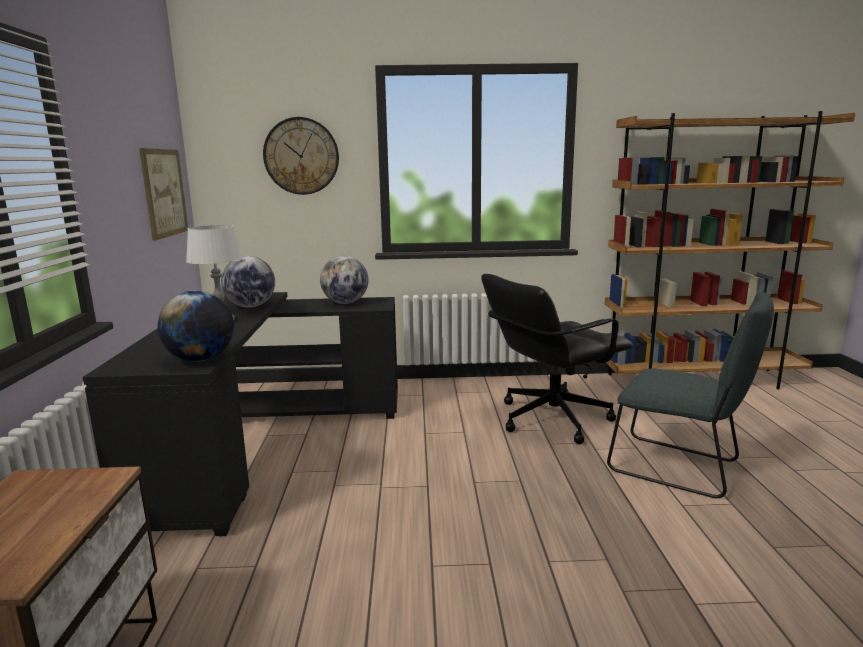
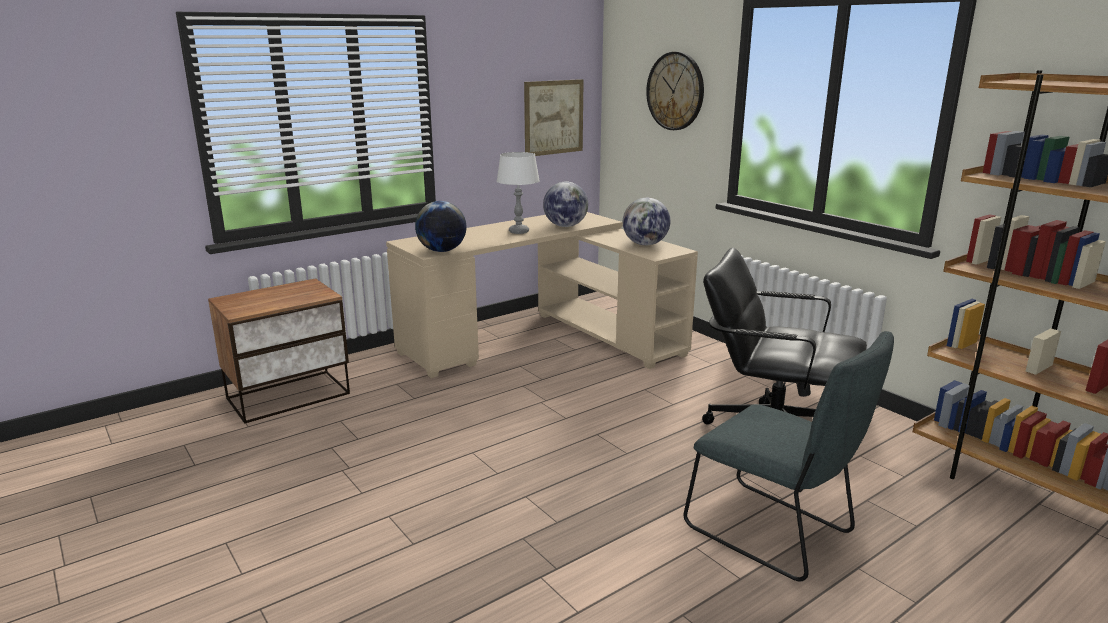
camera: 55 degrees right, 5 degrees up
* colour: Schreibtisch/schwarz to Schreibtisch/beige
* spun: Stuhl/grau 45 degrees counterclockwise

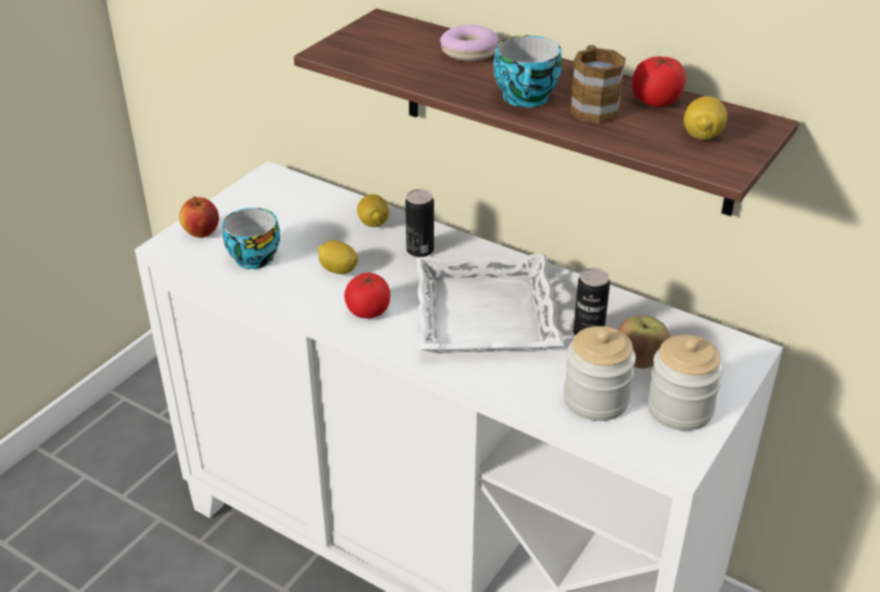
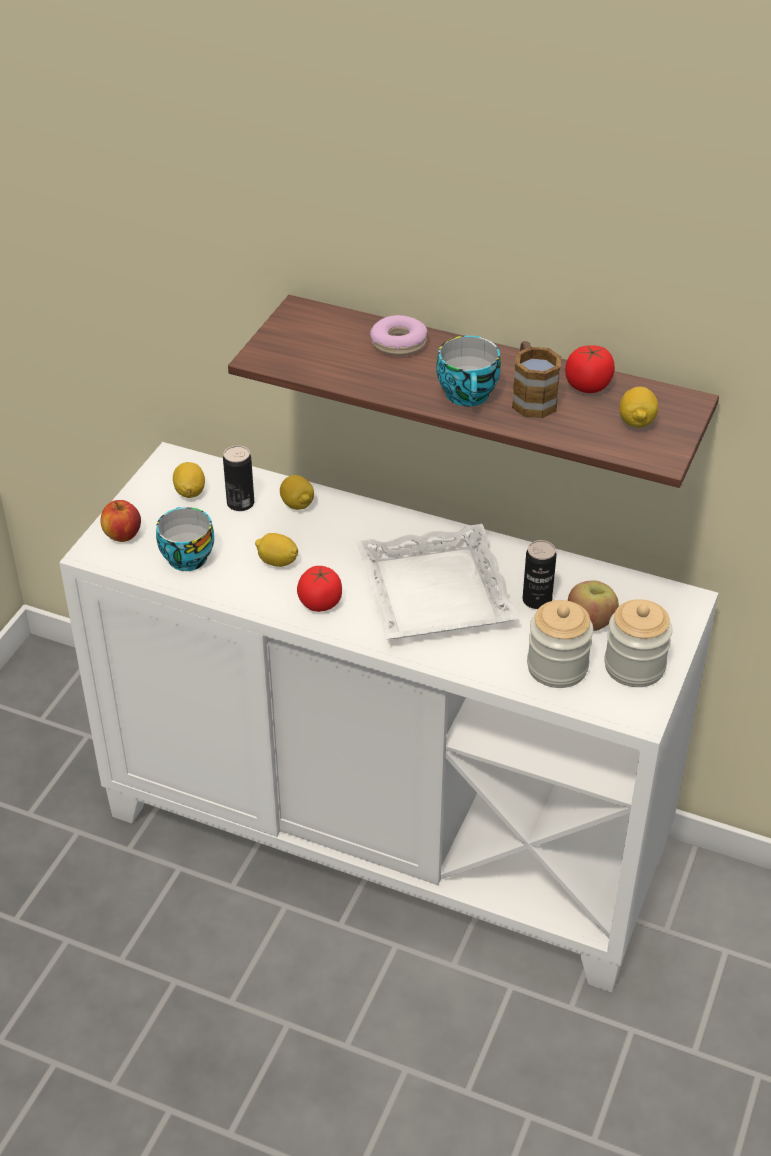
camera: 10 degrees left, 5 degrees up
* relocated: Dose (no. 1 from left)
* appeared: Zitrone (no. 1 from left)

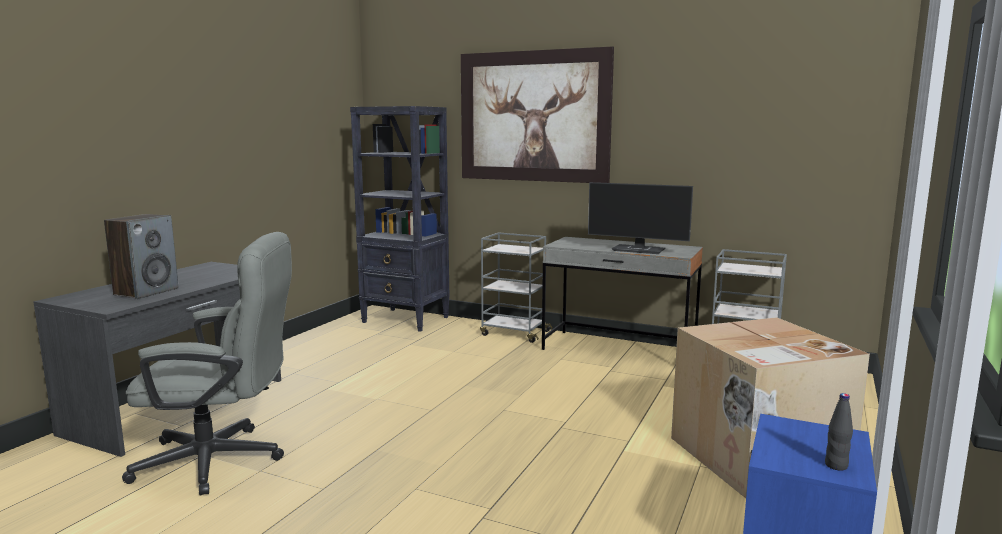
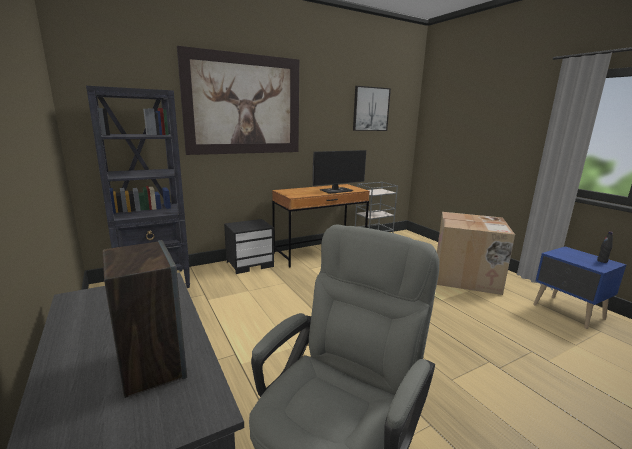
camera: 55 degrees left, 5 degrees up
* exchanged: Rollwagen/grau (no. 1 from left) to Nachttisch/schwarz
* colour: Schreibtisch/grau (no. 2 from left) to Schreibtisch/braun
* appeared: Bild (no. 2 from left)

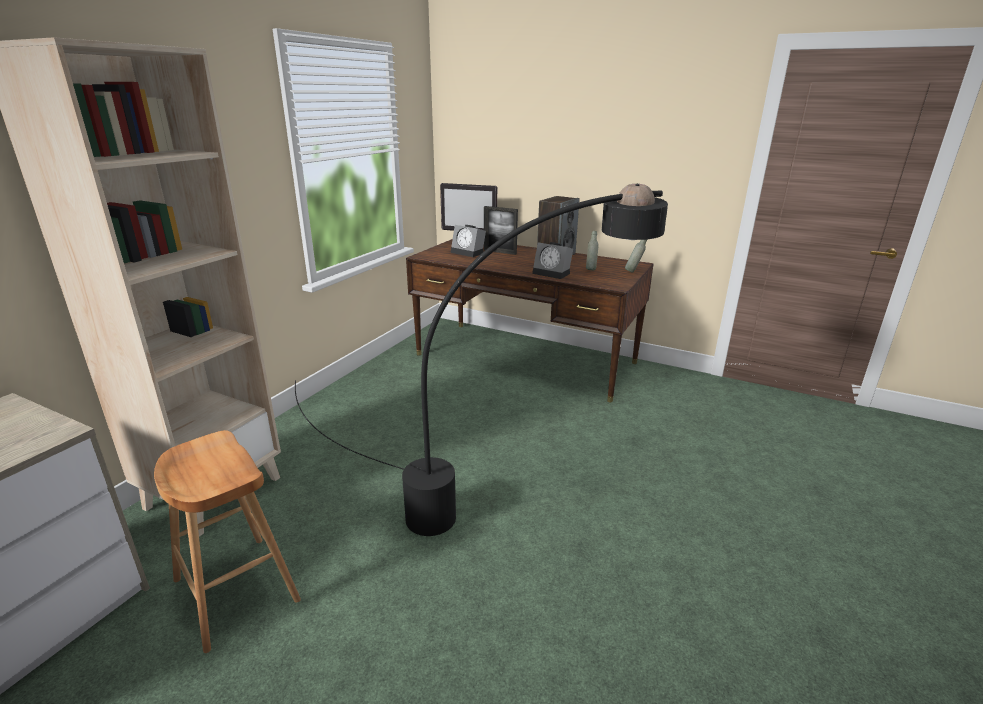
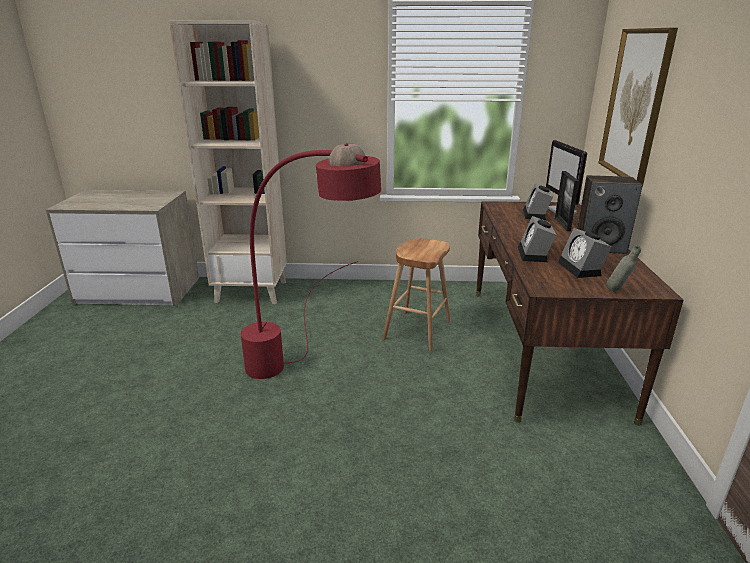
camera: 65 degrees right, 0 degrees up
* relocated: Hocker/braun
* colour: Stehlampe/schwarz to Stehlampe/rot
* exchanged: Flasche/grau (no. 1 from left) to Wecker (no. 3 from left)
* appeared: Bild

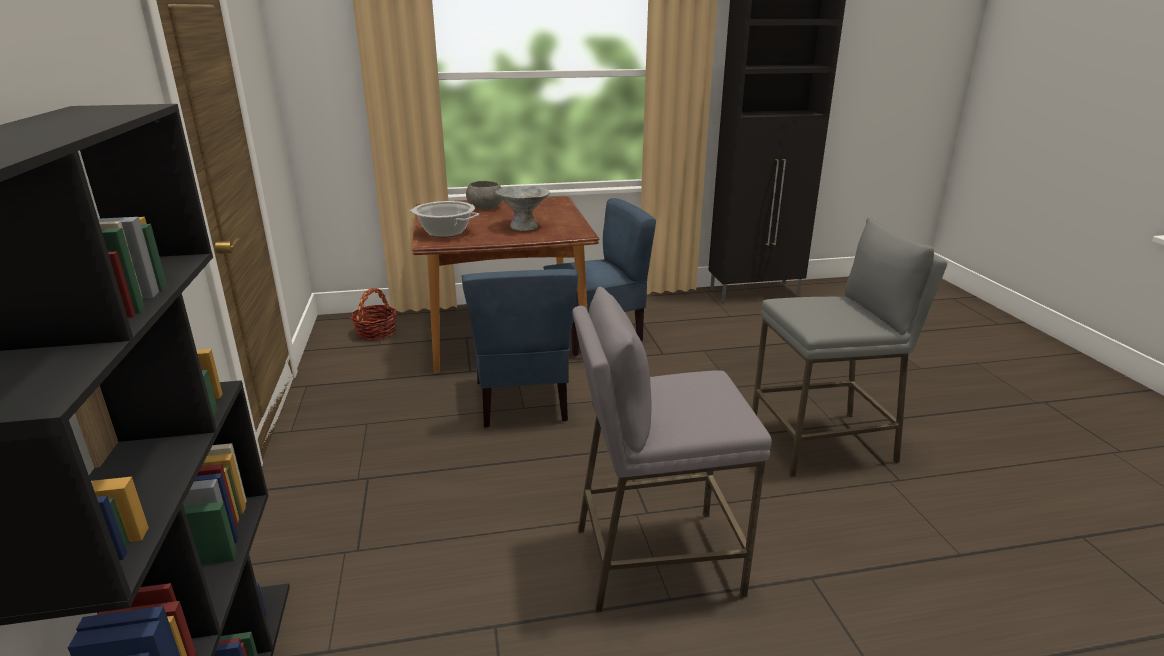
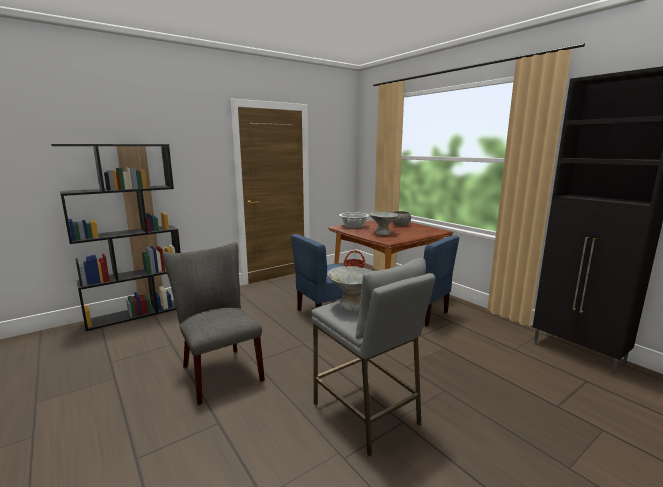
camera: 65 degrees right, 10 degrees down
* exchanged: Hocker/grau (no. 1 from left) to Stuhl/grau
* appeared: Schüssel/grau (no. 1 from left)

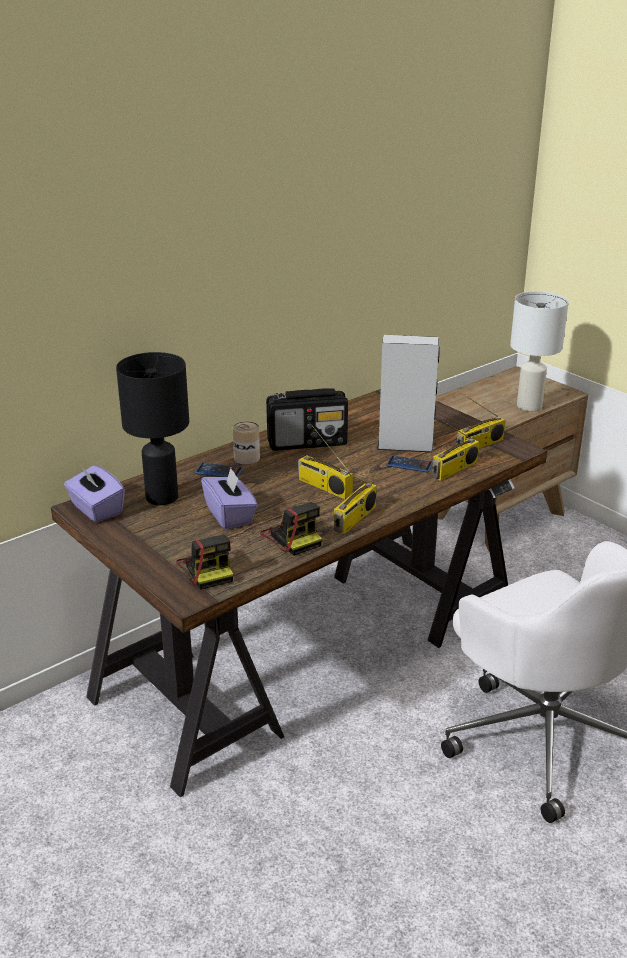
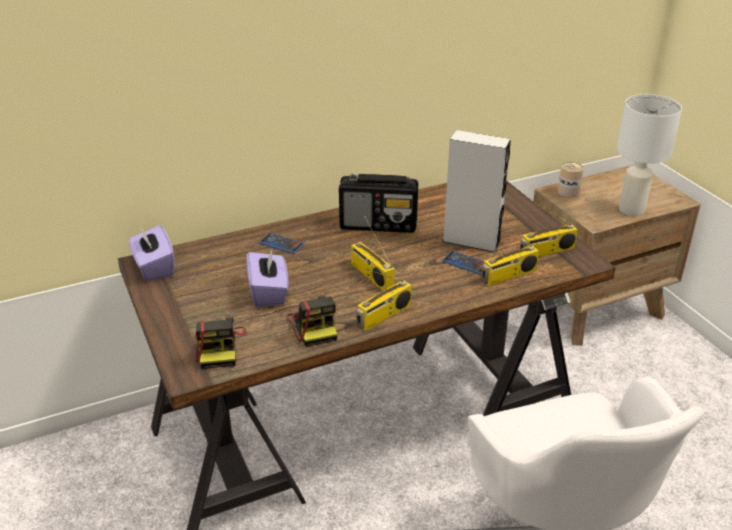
camera: 15 degrees right, 5 degrees up
* missing: Tischlampe/schwarz
* relocated: Dose

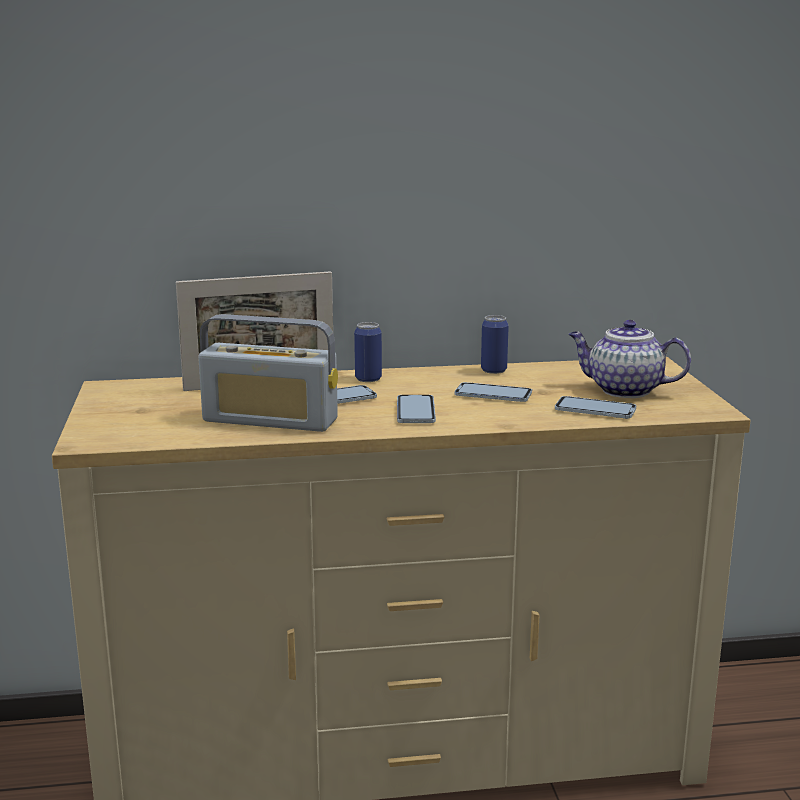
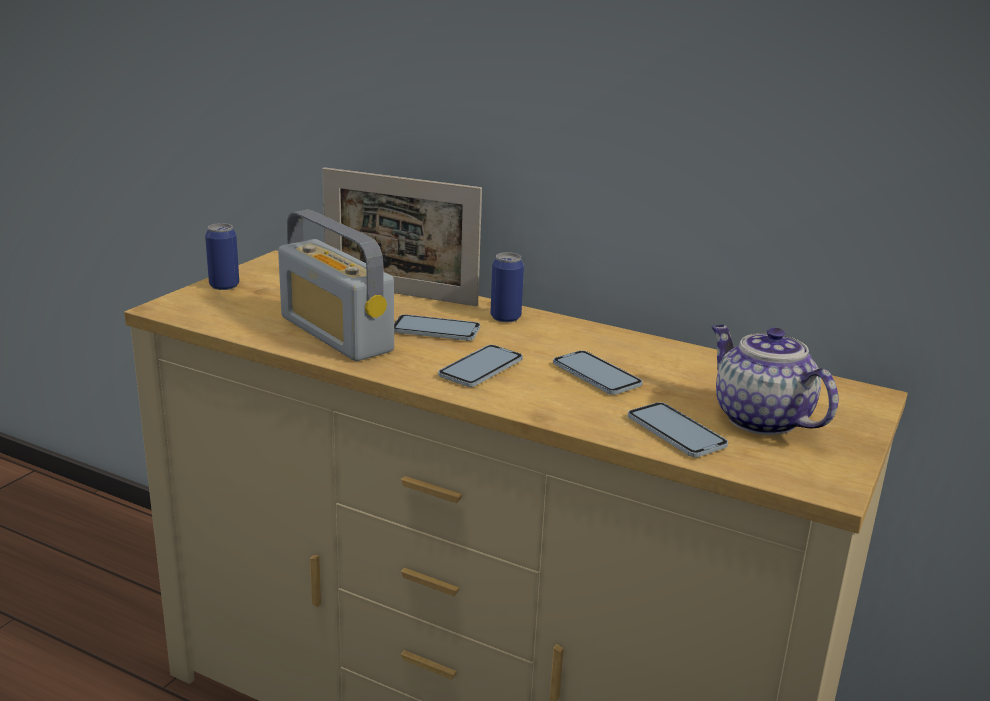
camera: 35 degrees right, 5 degrees up
* relocated: Dose (no. 2 from left in the first image) to Dose (no. 1 from left)

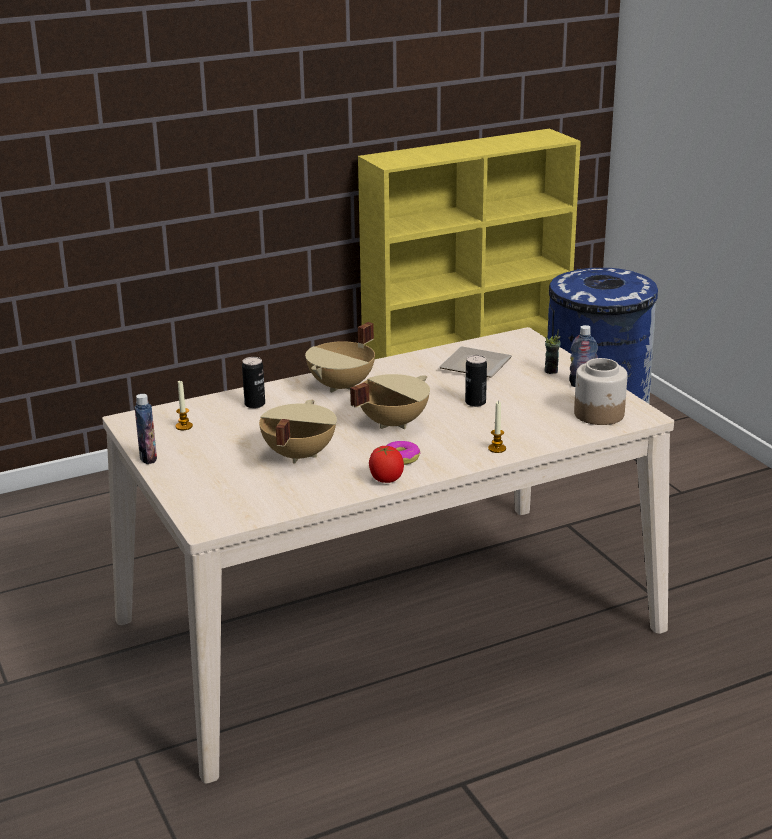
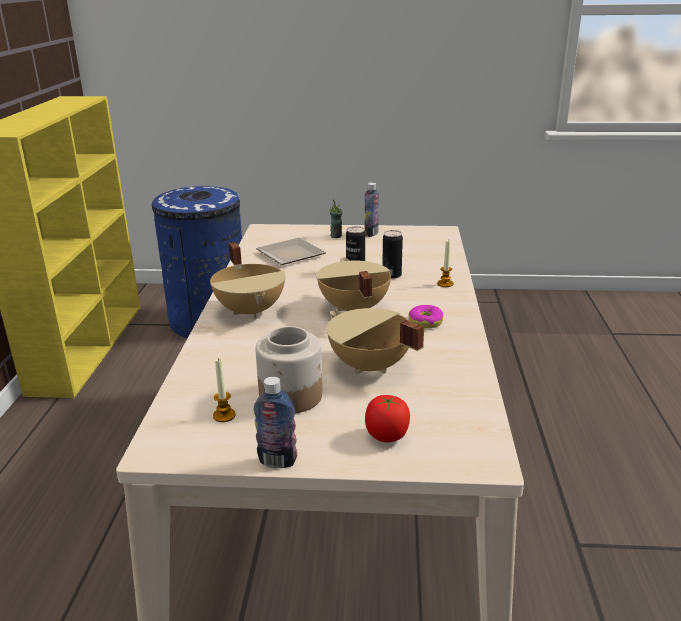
camera: 60 degrees left, 0 degrees up
* relocated: Dose (no. 1 from left in the first image) to Dose (no. 2 from left)
* relocated: Tomate
* relocated: Vorratsglas

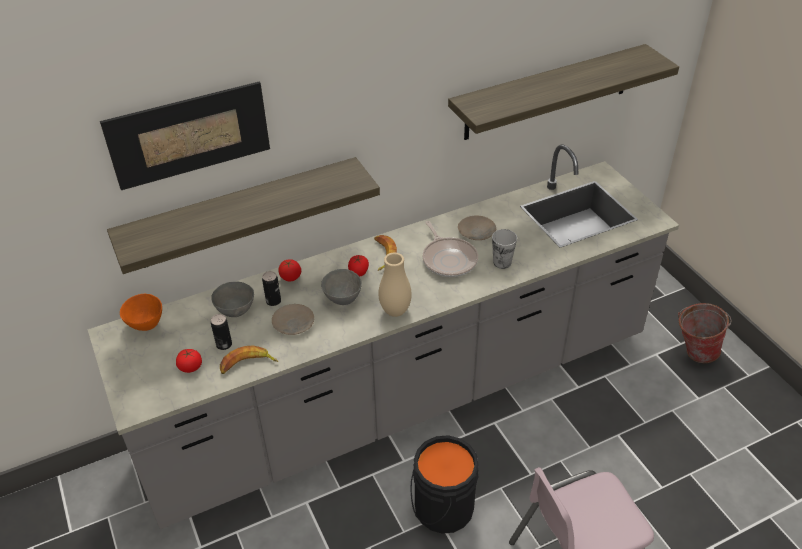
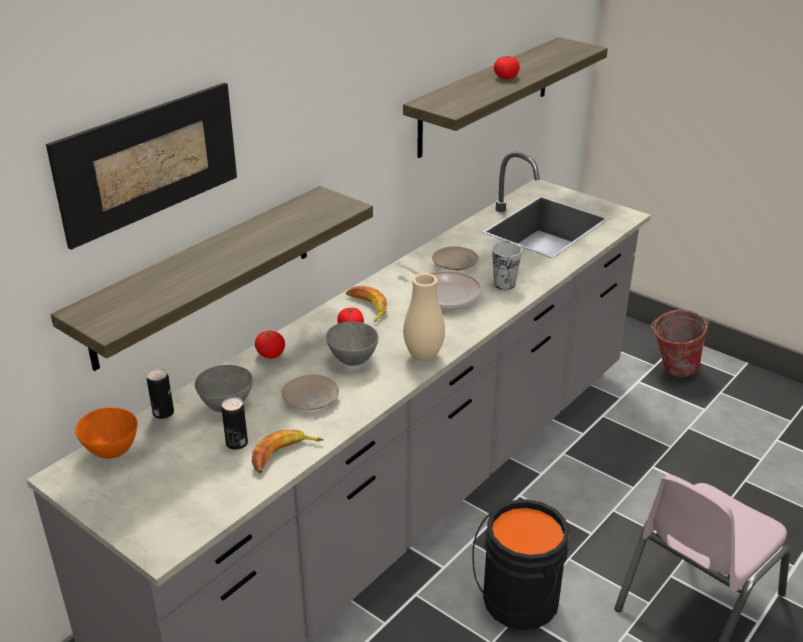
camera: 25 degrees left, 10 degrees down
* relocated: Tomate (no. 1 from left in the first image) to Tomate (no. 3 from left)
* relocated: Dose (no. 2 from left in the first image) to Dose (no. 1 from left)

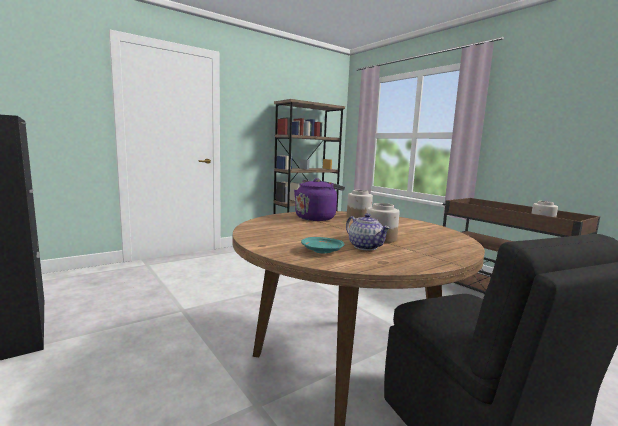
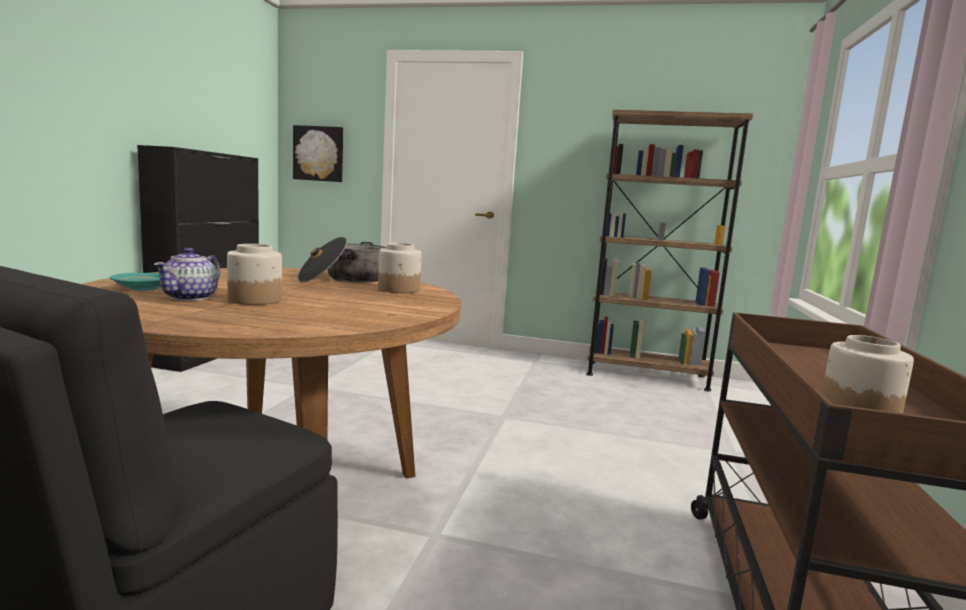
camera: 50 degrees right, 0 degrees up
* exchanged: Wasserkessel/lila to Kochtopf
* appeared: Bild

